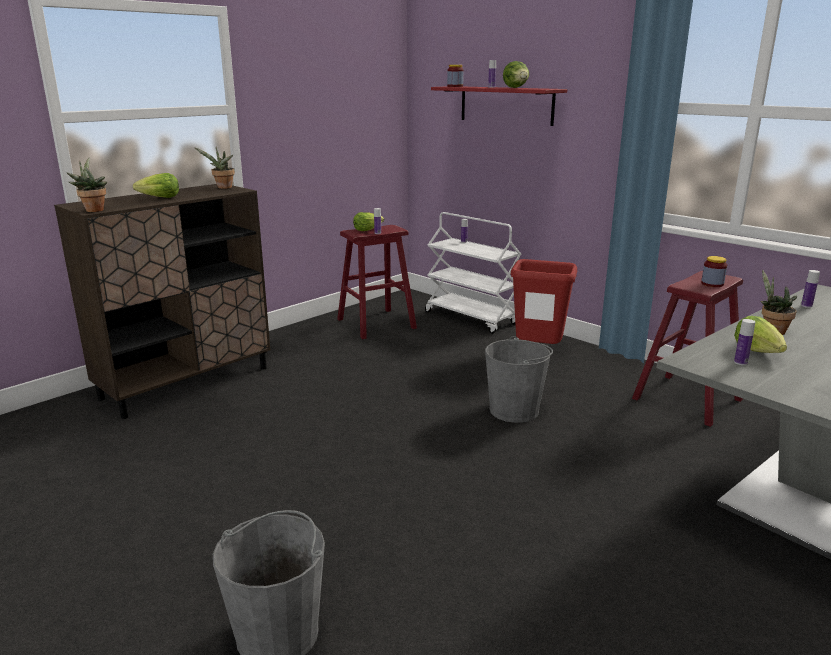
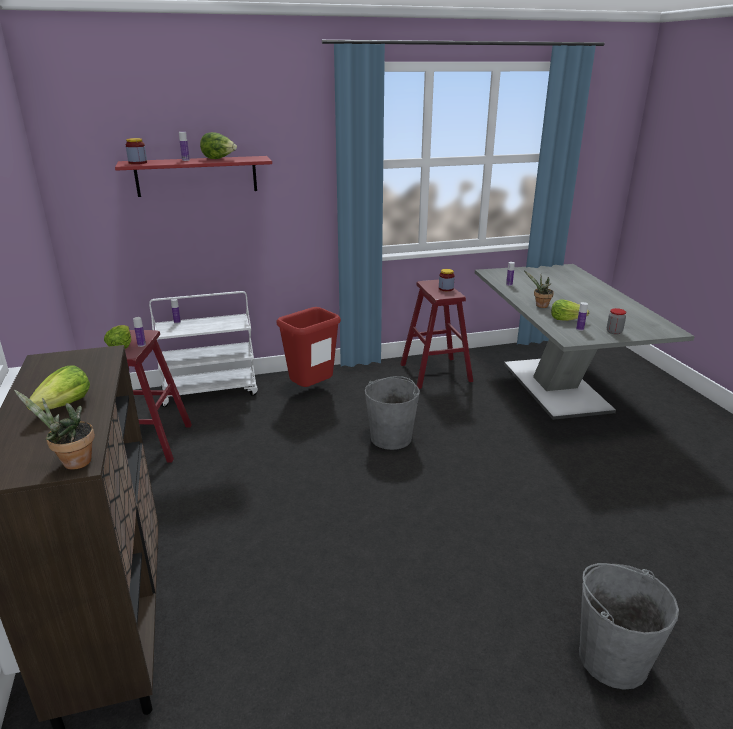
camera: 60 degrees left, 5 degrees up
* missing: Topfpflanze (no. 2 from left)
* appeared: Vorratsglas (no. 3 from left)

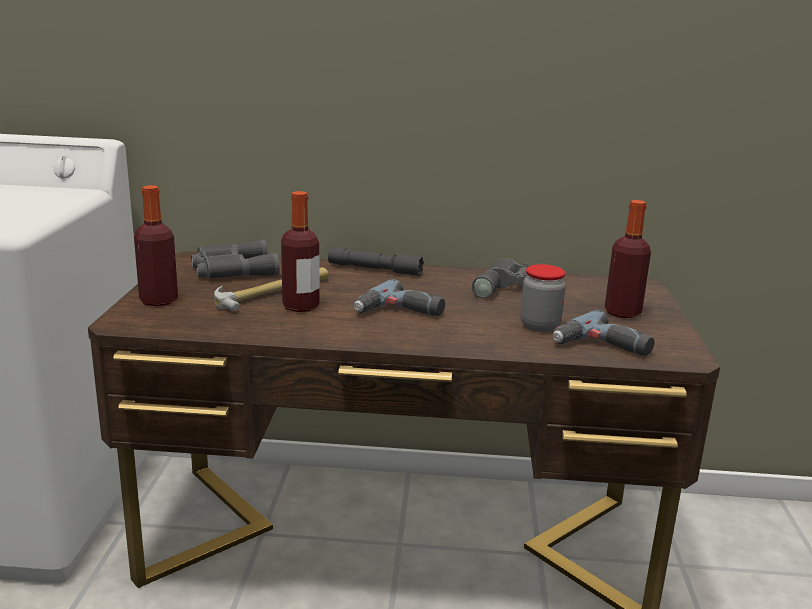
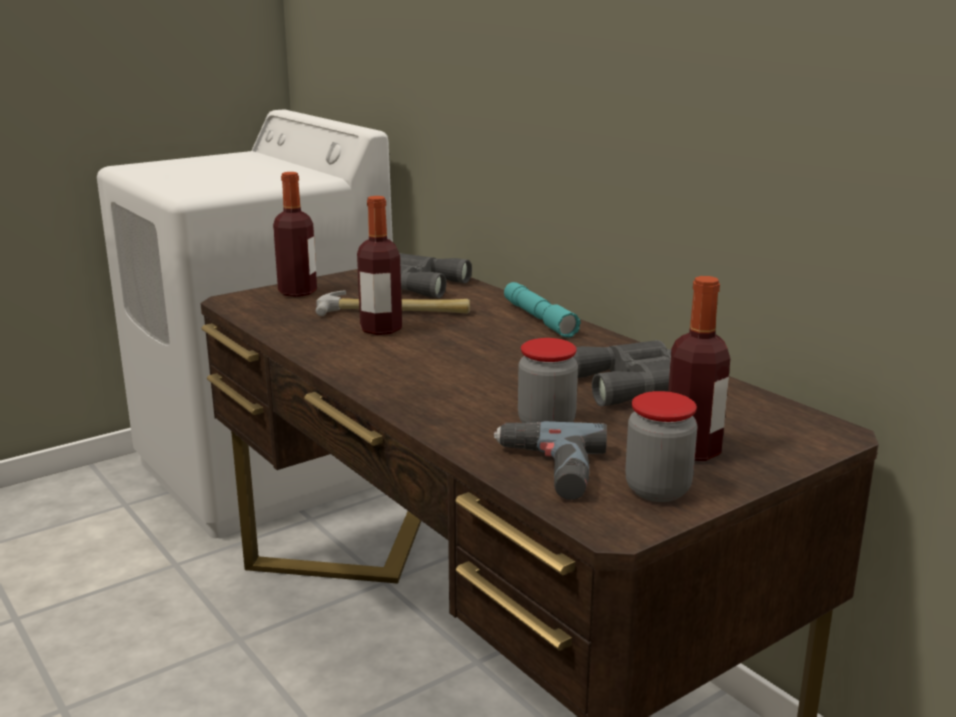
camera: 50 degrees right, 0 degrees up
* colour: Taschenlampe/grau to Taschenlampe/türkis
* missing: Bohrmaschine (no. 1 from left)
* appeared: Vorratsglas (no. 2 from left)

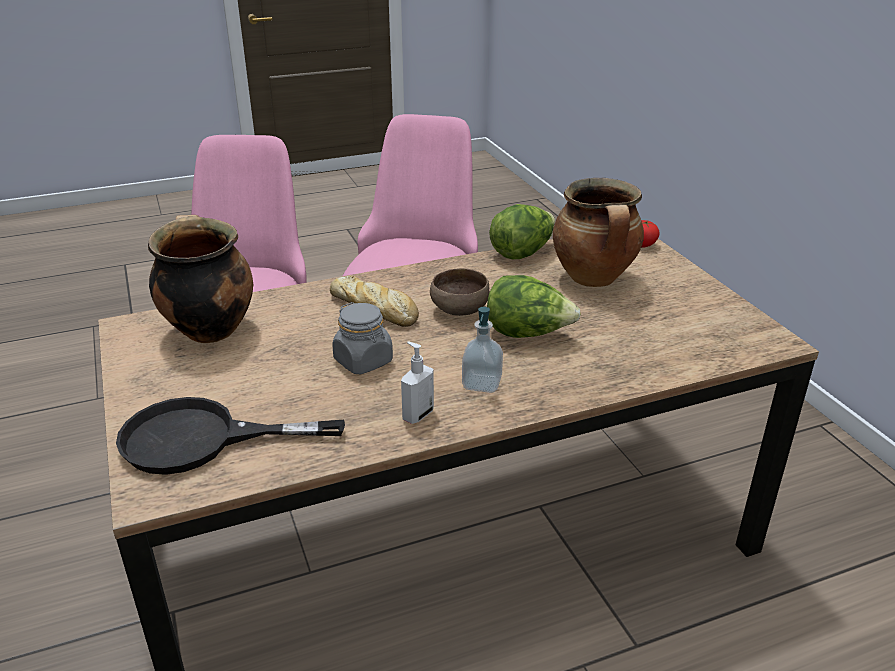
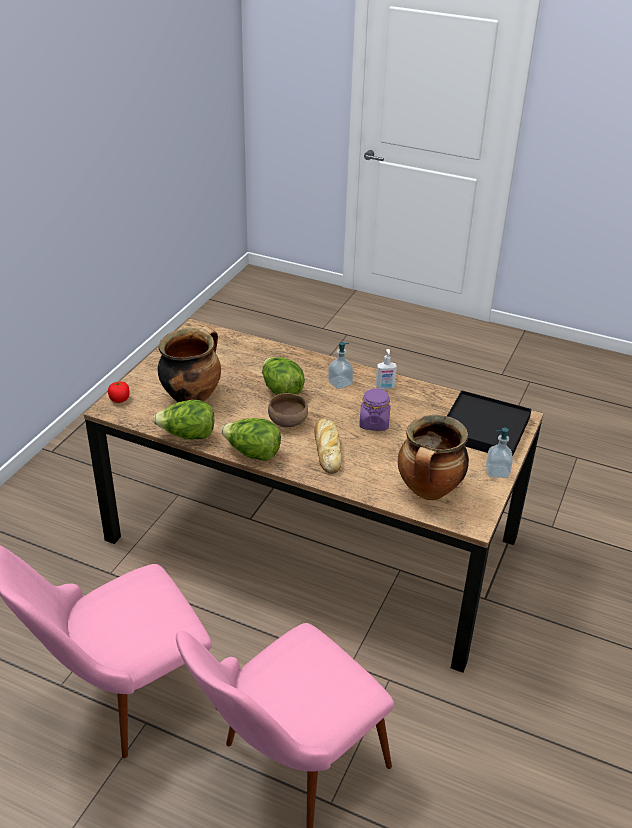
camera: 135 degrees left, 5 degrees up
* exchanged: Pfanne/schwarz to Tablett/schwarz
* colour: Vorratsglas/grau to Vorratsglas/lila
* appeared: Salatkopf (no. 2 from left)
* appeared: Seifenspender (no. 3 from left)

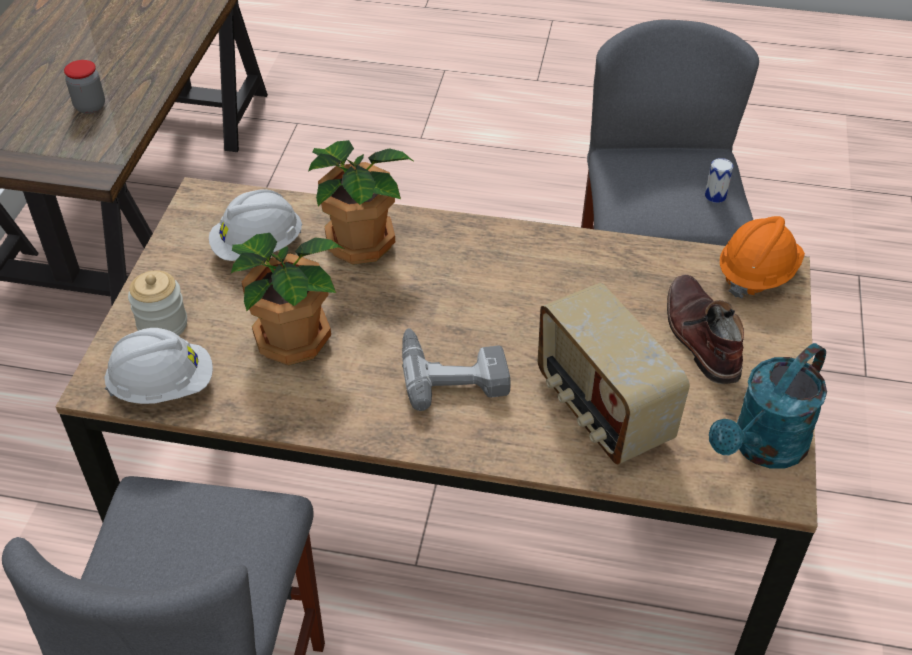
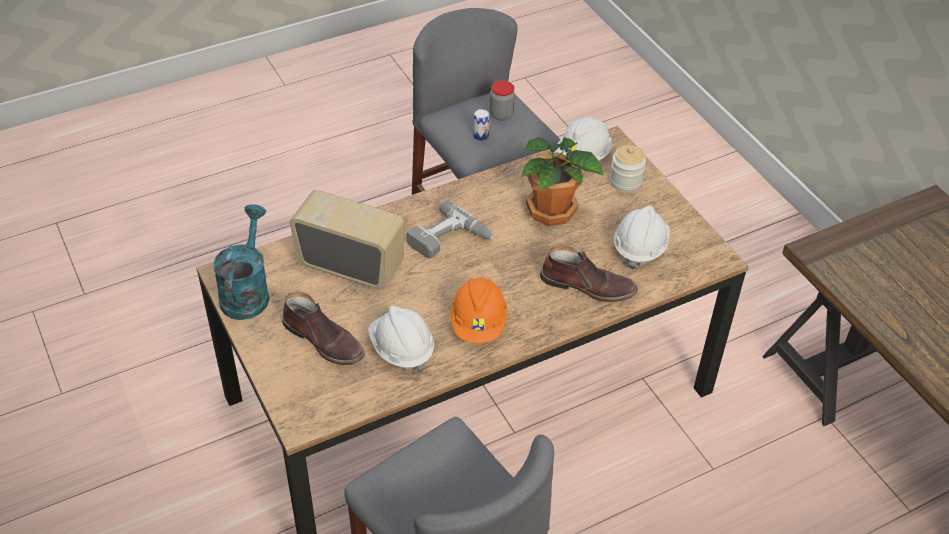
camera: 140 degrees right, 0 degrees up
* relocated: Vorratsglas (no. 1 from left)
* exchanged: Topfpflanze (no. 2 from left) to Stiefel/braun (no. 2 from left)
* relocated: Dose
* relocated: Schutzhelm/orange
* appeared: Schutzhelm/weiß (no. 1 from left)

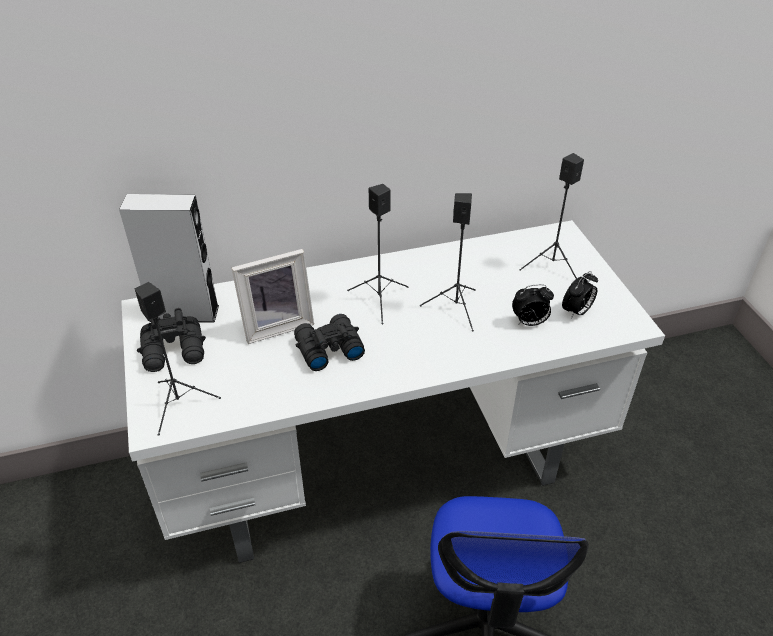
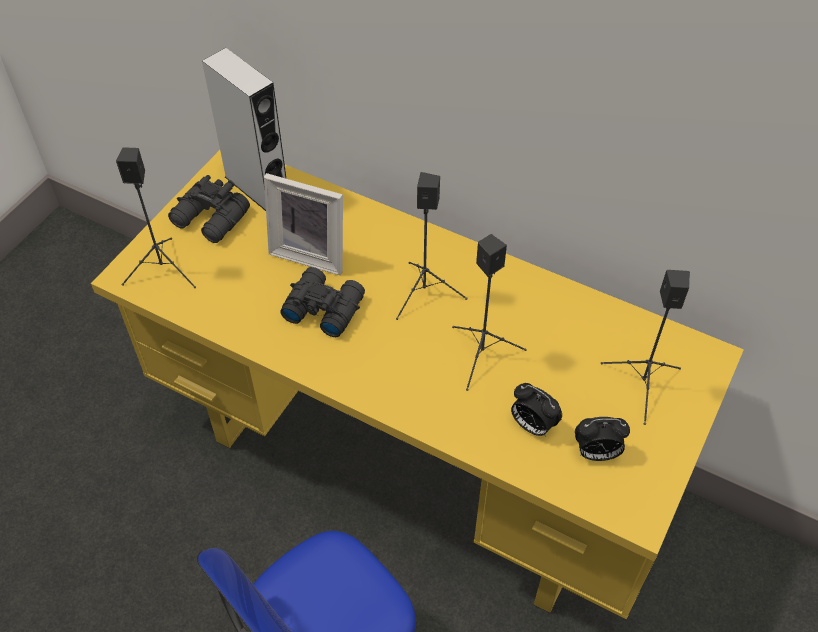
camera: 45 degrees right, 10 degrees up
* colour: Schreibtisch/weiß to Schreibtisch/gelb

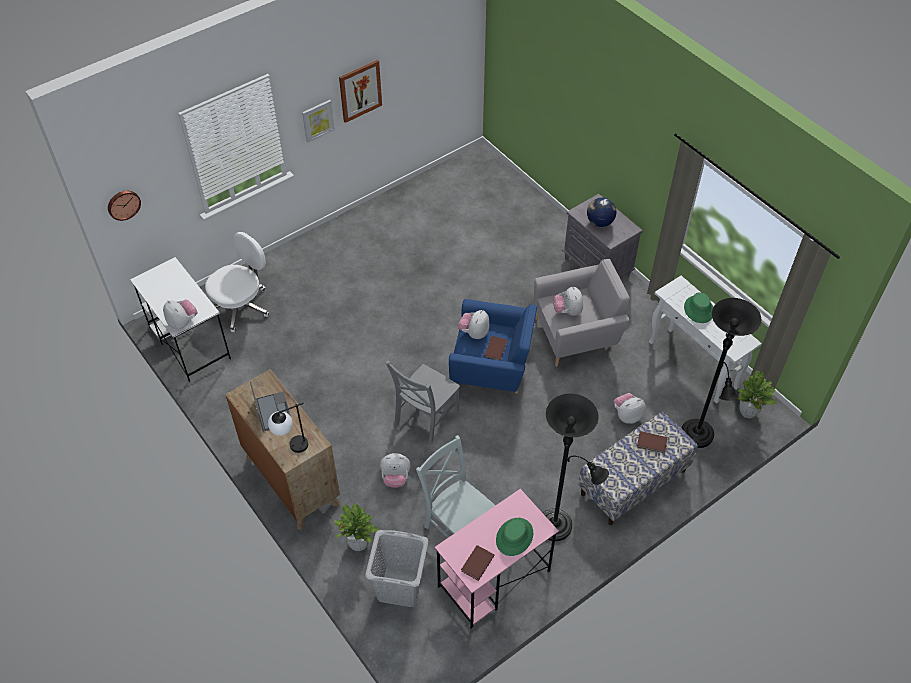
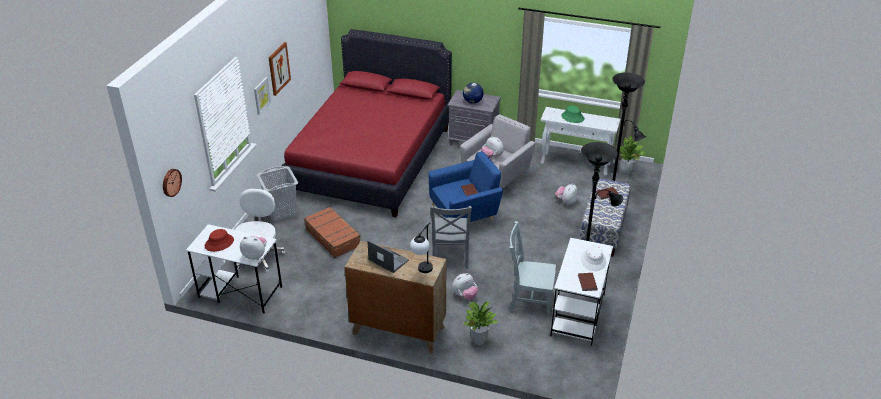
camera: 35 degrees left, 15 degrees down
* relocated: Wäschekorb/grau
* colour: Schreibtisch/rosa to Schreibtisch/weiß (no. 2 from left)
* missing: Plüschtier (no. 3 from left)
* colour: Hut/grün (no. 1 from left) to Hut/weiß
* appeared: Hut/rot
* appeared: Bett/rot
* appeared: Koffer/braun

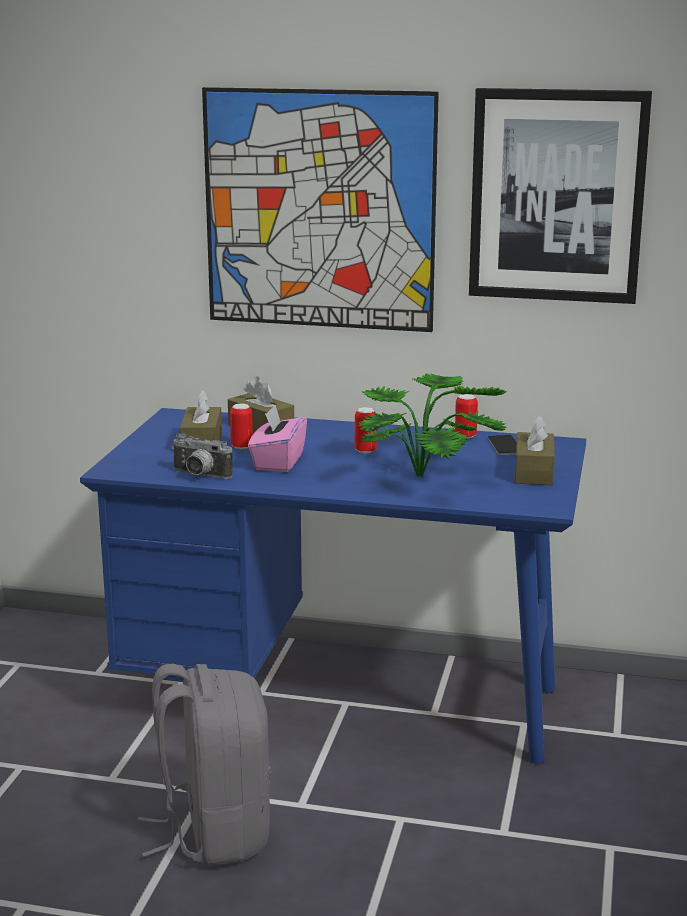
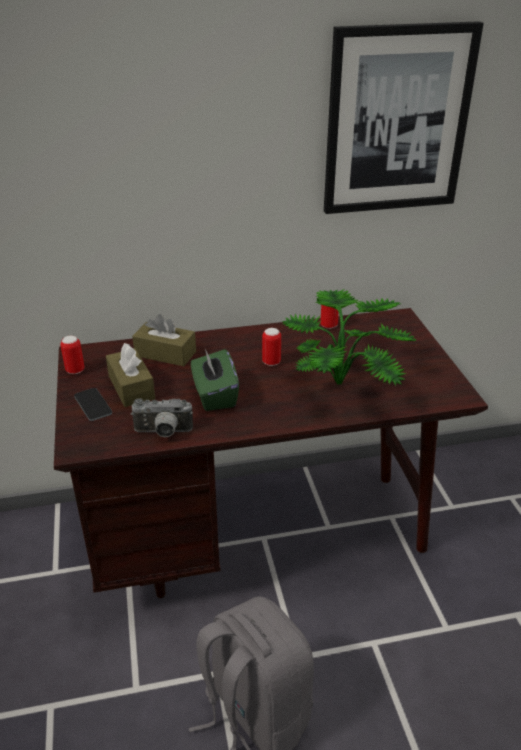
camera: 25 degrees left, 15 degrees up
* colour: Schreibtisch/blau to Schreibtisch/braun
* missing: Bild (no. 1 from left)
* relocated: Dose (no. 1 from left)
* colour: Taschentuchbox/rosa to Taschentuchbox/grün
* relocated: Handy
* missing: Taschentuchbox/braun (no. 3 from left)

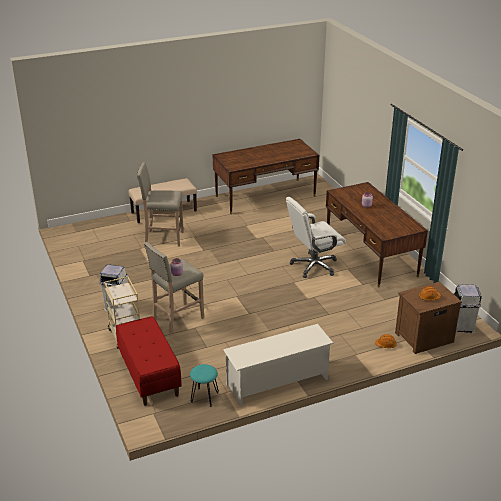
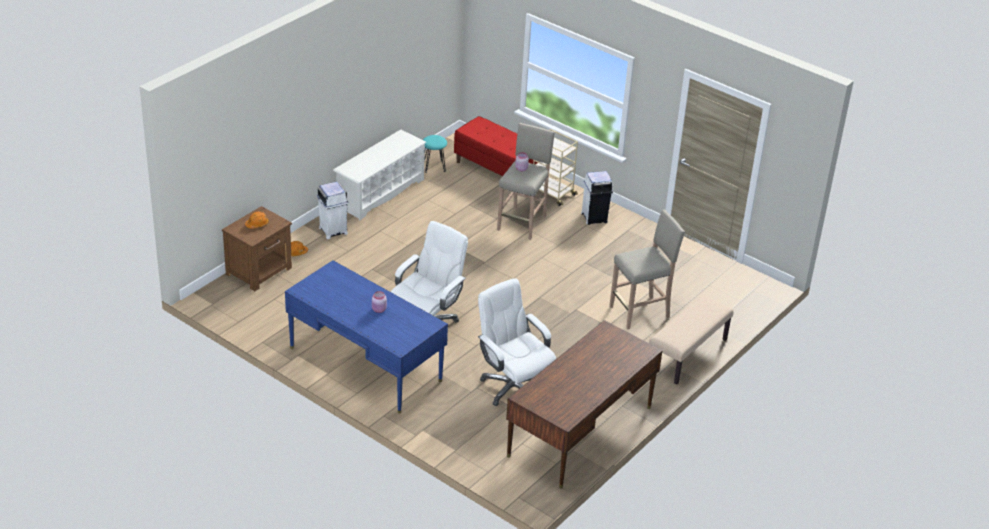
camera: 150 degrees right, 5 degrees up
* colour: Schreibtisch/braun (no. 2 from left) to Schreibtisch/blau
* relocated: Mülleimer/weiß (no. 2 from left in the first image) to Mülleimer/weiß (no. 1 from left)
* appeared: Bürostuhl/weiß (no. 2 from left)

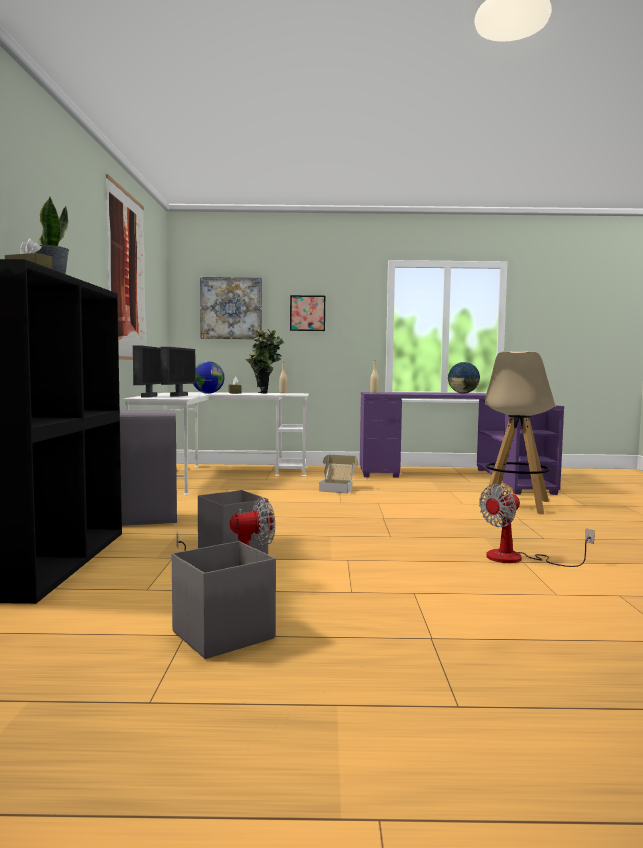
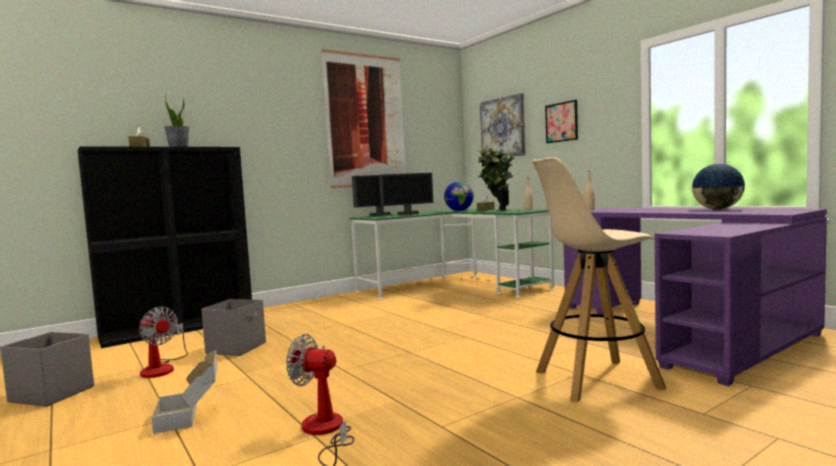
camera: 55 degrees right, 0 degrees up
* missing: Mülleimer/grau
* colour: Schreibtisch/weiß to Schreibtisch/grün
* relocated: Karton

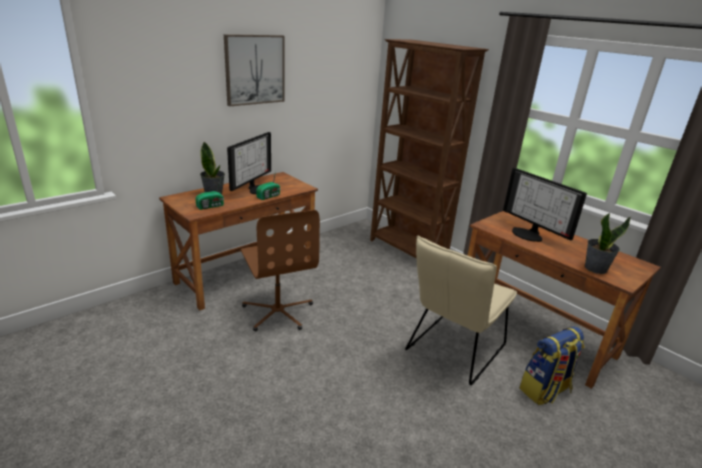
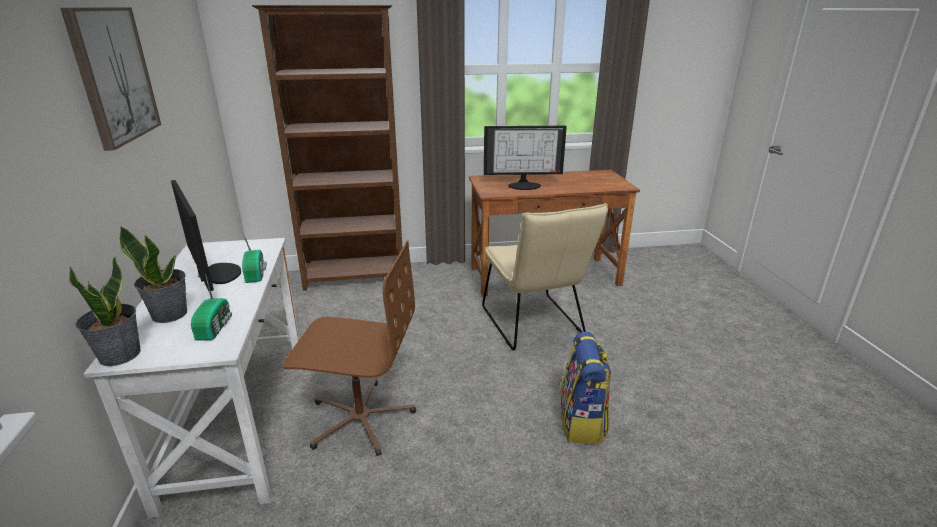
camera: 55 degrees left, 0 degrees up
* colour: Schreibtisch/braun (no. 1 from left) to Schreibtisch/weiß
* relocated: Rucksack
* relocated: Topfpflanze (no. 2 from left in the first image) to Topfpflanze (no. 1 from left)

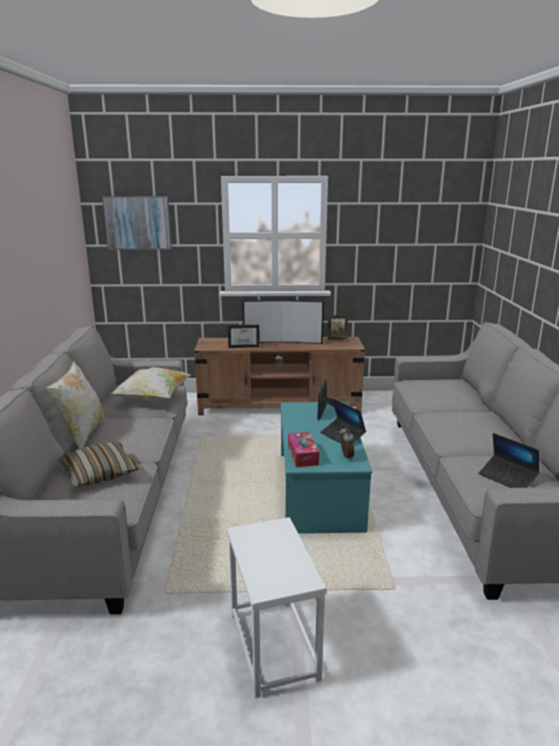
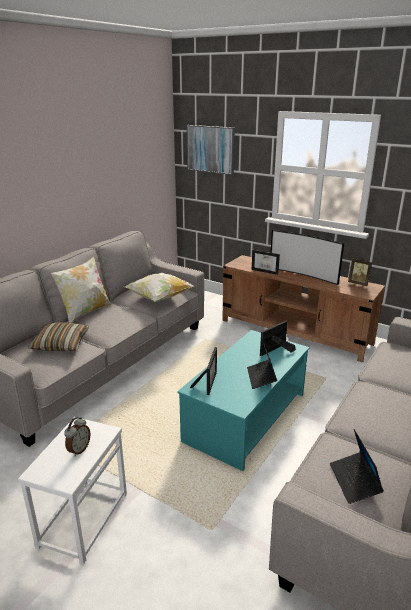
camera: 35 degrees right, 5 degrees up
* exchanged: Taschentuchbox to Bilderrahmen (no. 1 from left)
* relocated: Wecker

